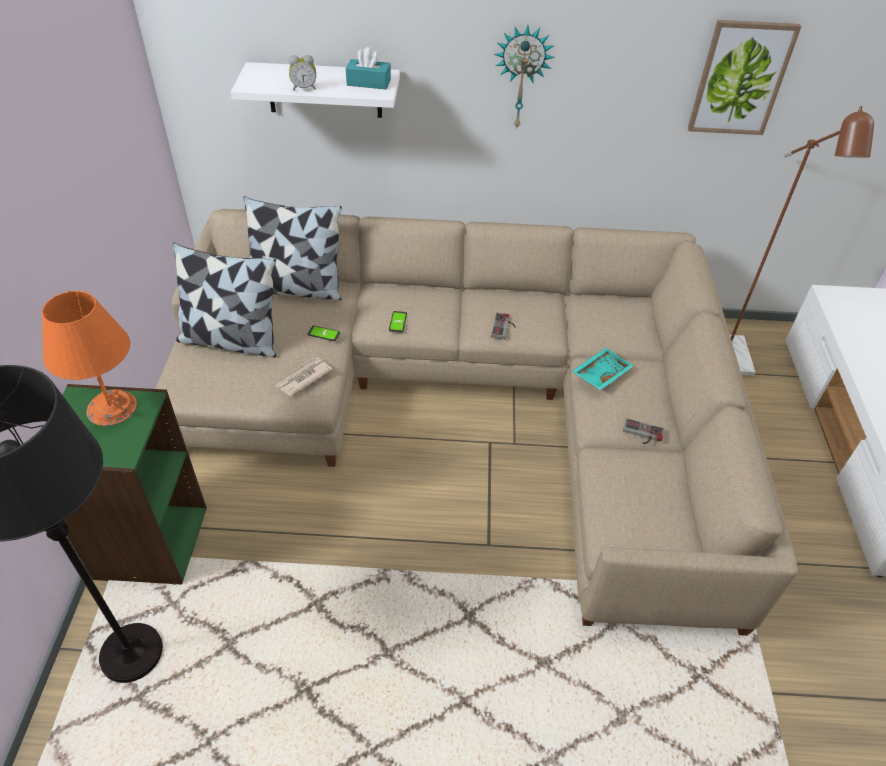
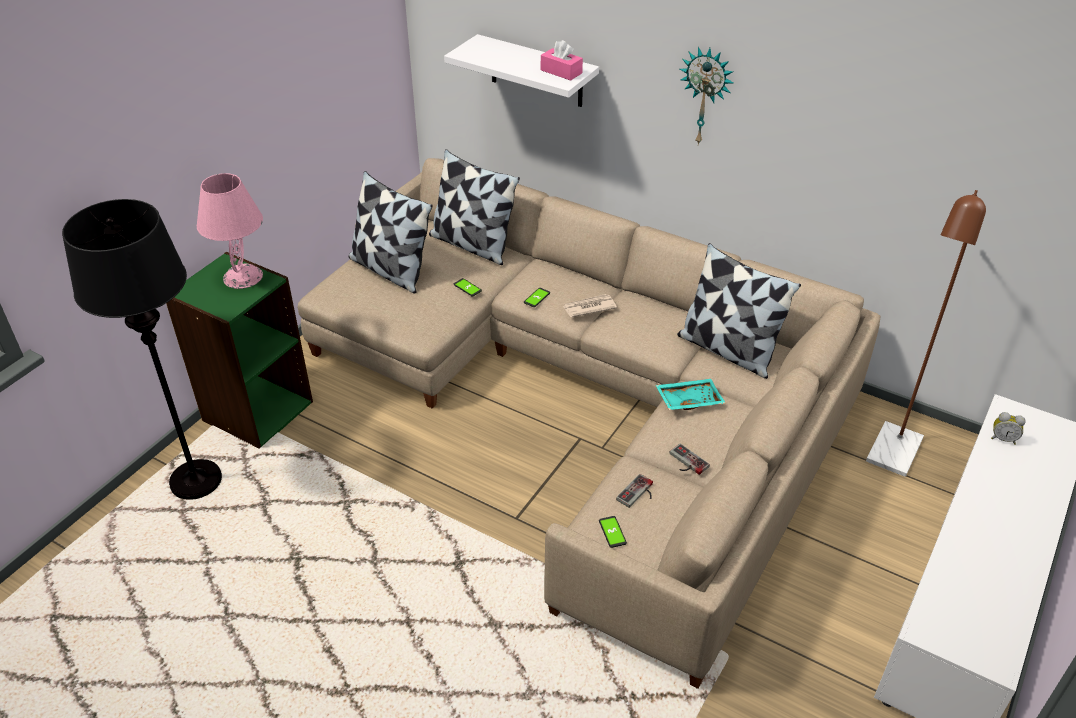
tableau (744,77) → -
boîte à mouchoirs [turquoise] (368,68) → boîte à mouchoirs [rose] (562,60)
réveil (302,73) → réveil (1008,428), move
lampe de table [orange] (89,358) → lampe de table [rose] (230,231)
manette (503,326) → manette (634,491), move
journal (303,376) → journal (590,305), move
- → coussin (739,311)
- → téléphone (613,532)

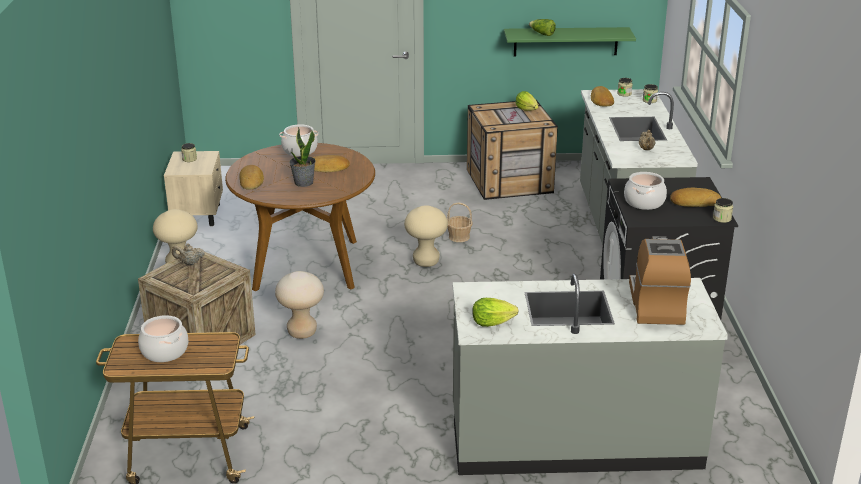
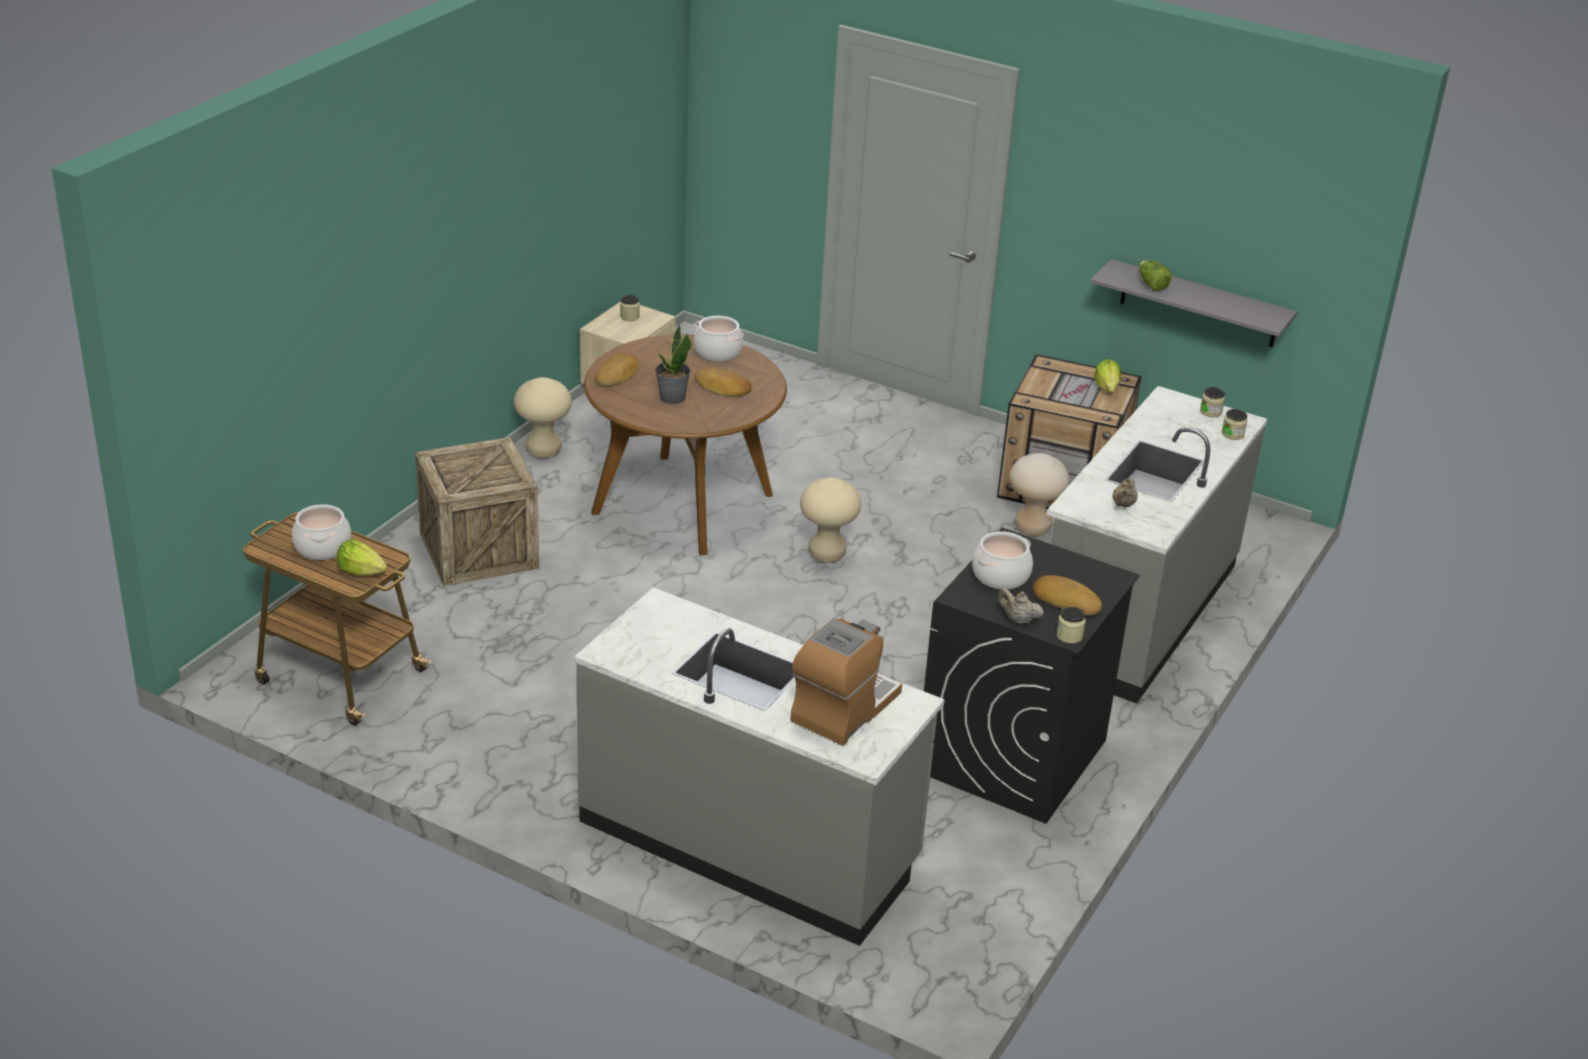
étagère [vert] (570,41) → étagère [gris] (1193,303)
pain (602,96) → -
panier (460,222) → -
théière [beige] (188,254) → théière [beige] (1020,606), move
tabouret [beige] (299,305) → tabouret [beige] (1039,494), move
laitue (495,312) → laitue (362,557), move

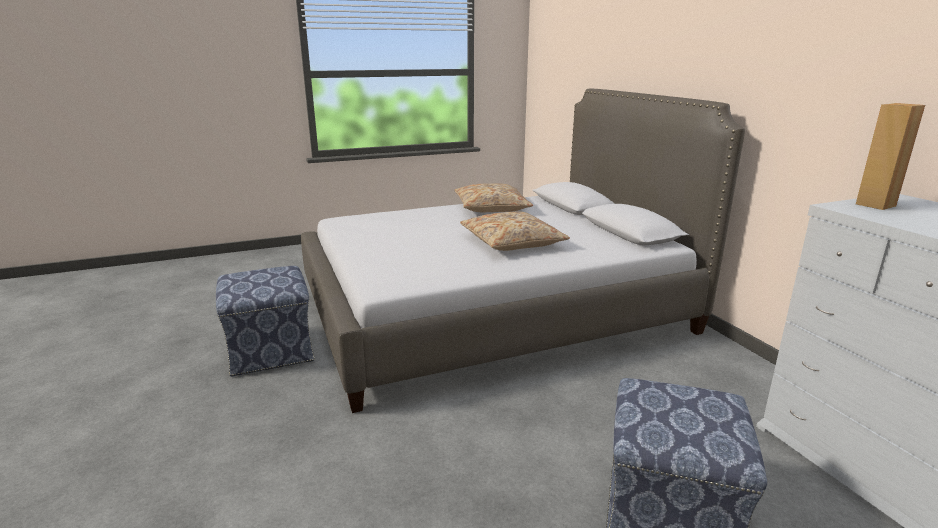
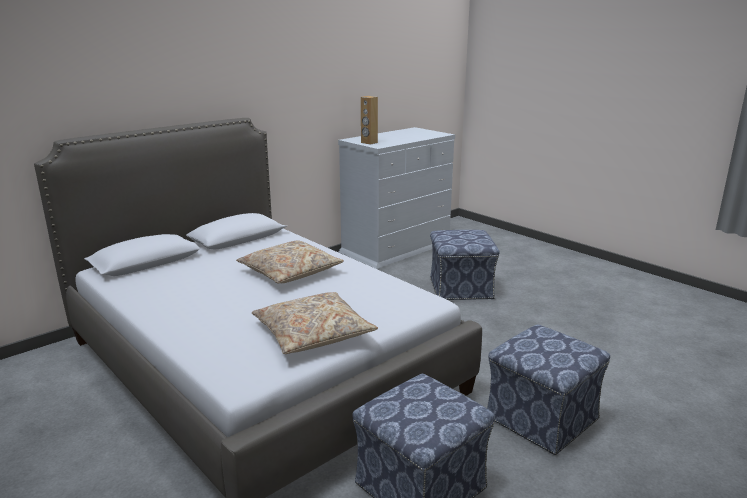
coussin [beige] (493,197) → coussin [beige] (315,323), move
- → pouf (548,389)

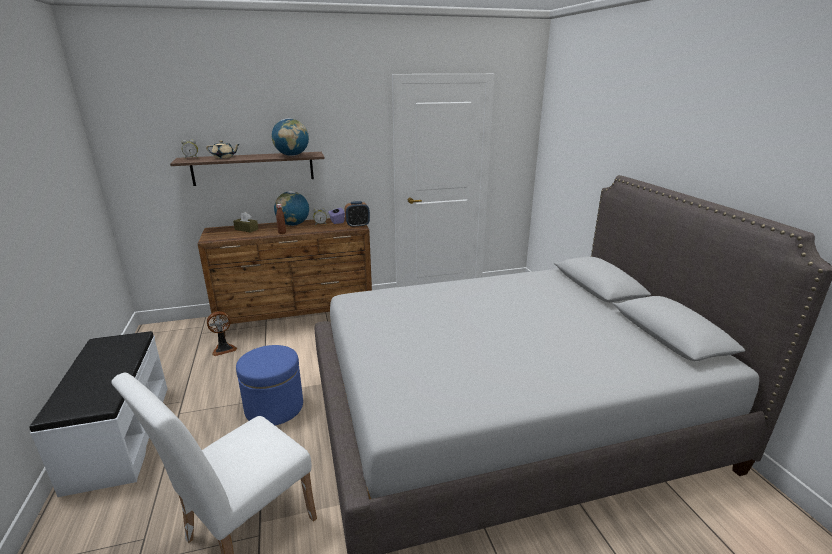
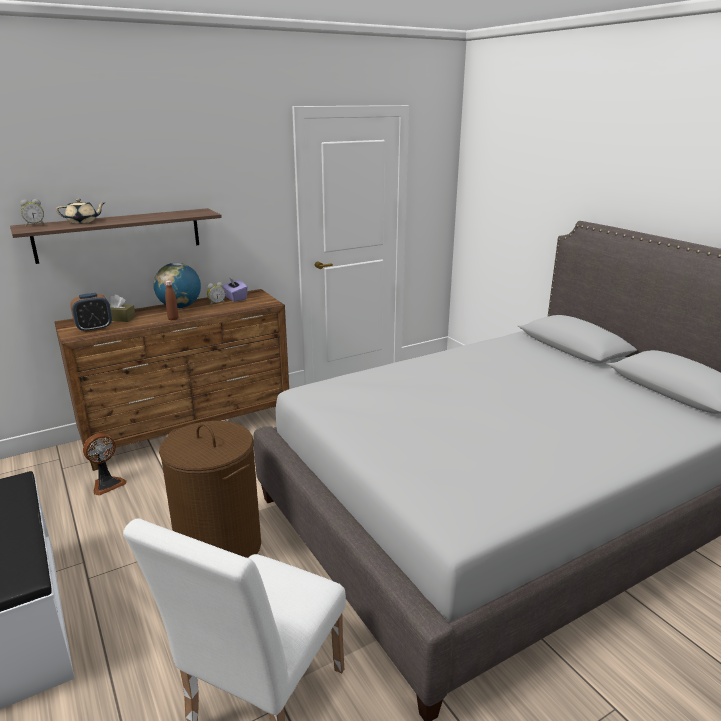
globe (290,137) → -
réveil (357,214) → réveil (91,313), move
pouf [bleu] (269,385) → panier à linge [marron] (210,489)

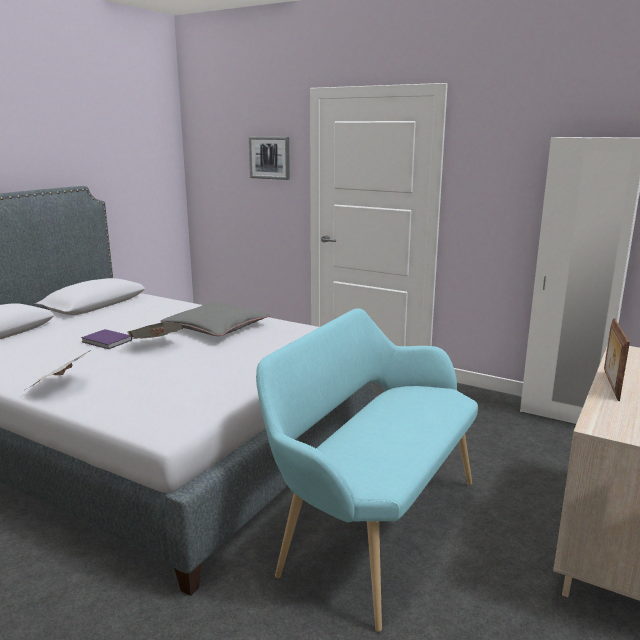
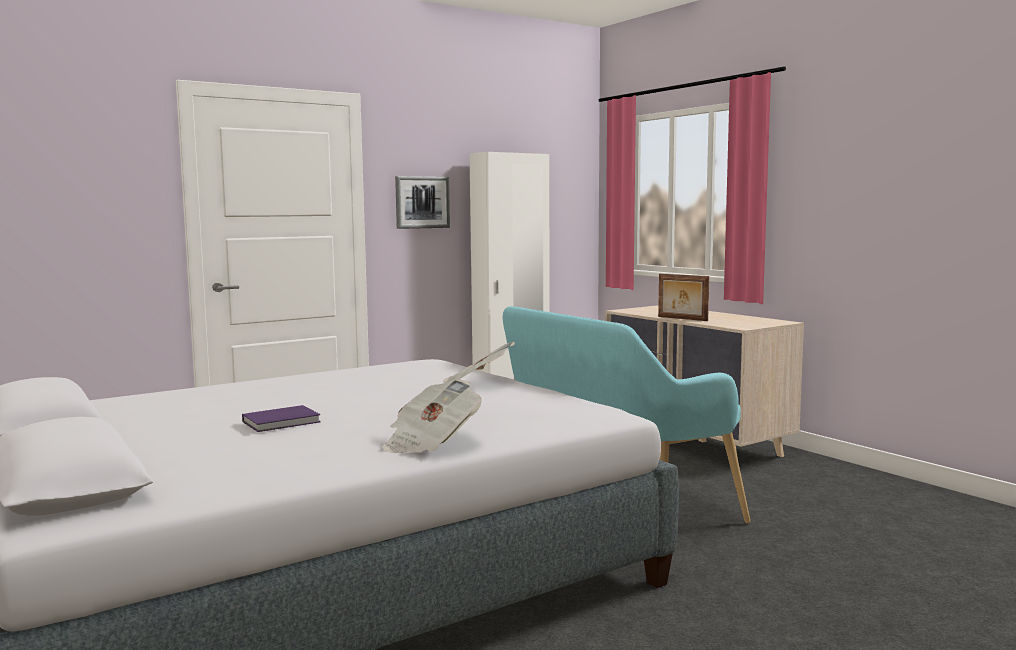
tableau (269,158) → tableau (422,202), move
coussin [gris] (215,319) → -
journal (155,330) → journal (479,362), move

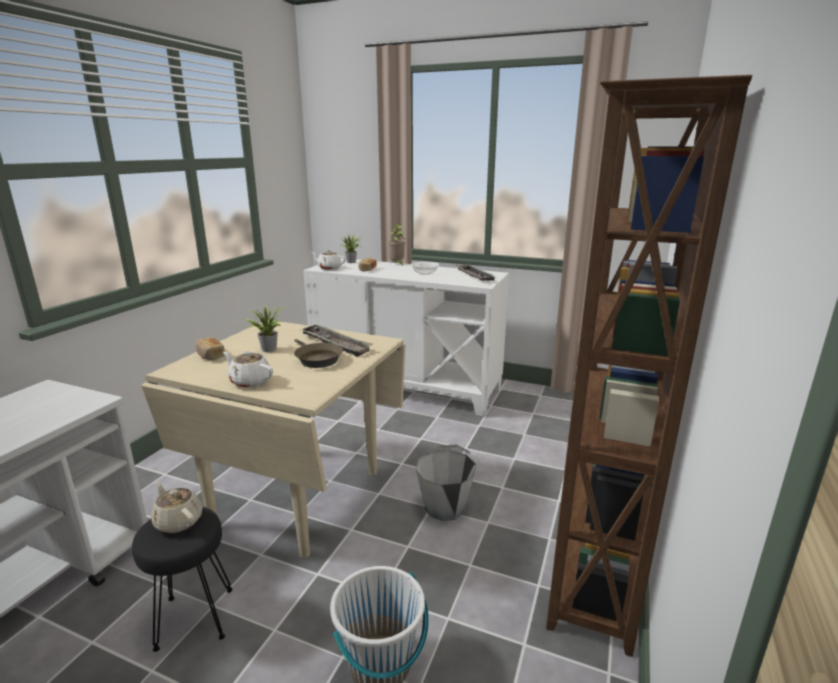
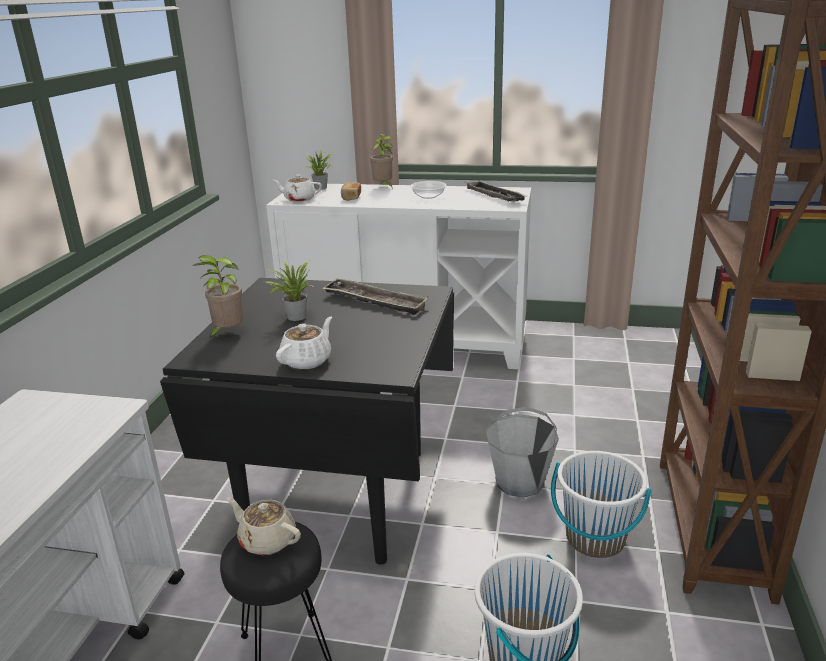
table à manger [beige] (273,439) → table à manger [noir] (307,421)
pain (210,348) → plante en pot (218,296)
poêle [marron] (318,353) → -
théière [blanc] (248,369) → théière [blanc] (304,343), 105 degrees clockwise
- → seau [blanc] (601,504)

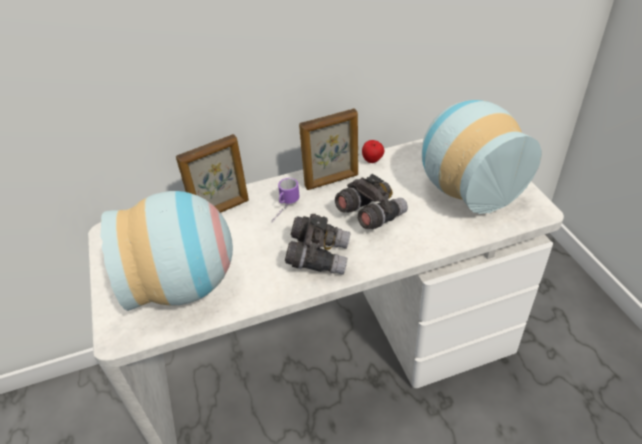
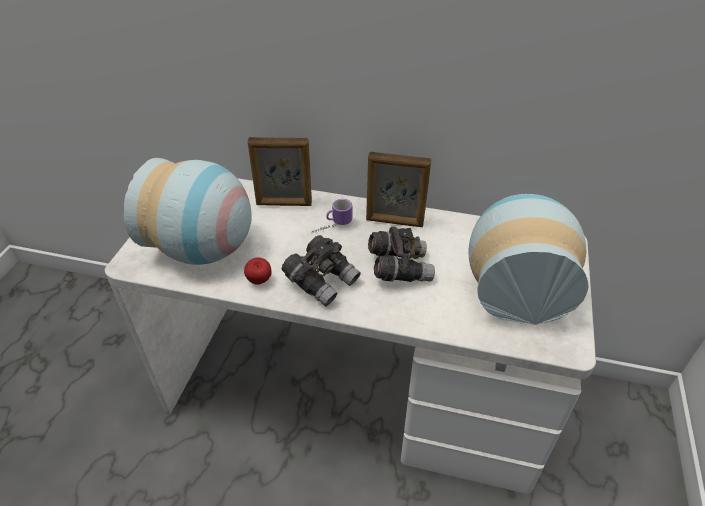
pomme (373,151) → pomme (258,271), move

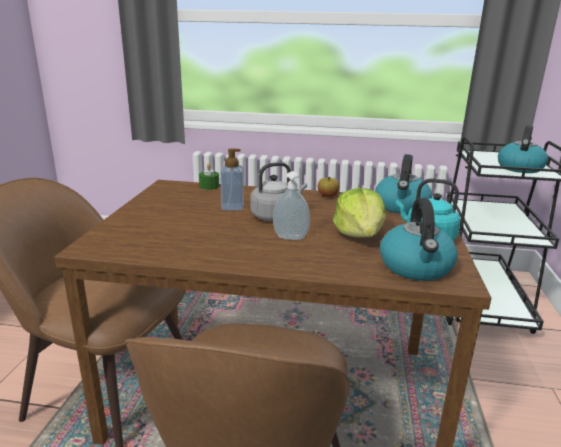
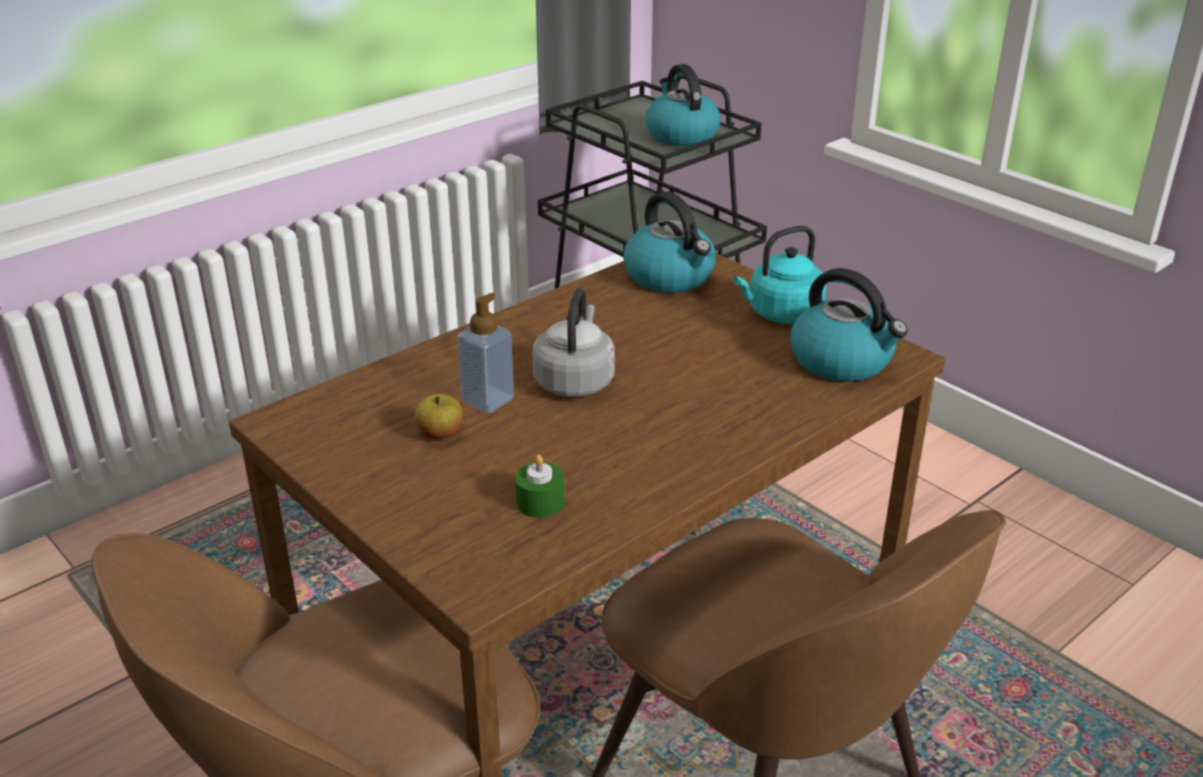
bougie [vert] (209,176) → bougie [vert] (540,486), move
distributeur de savon (291,205) → -
pomme (329,187) → pomme (438,416), move
laitue (359,213) → -

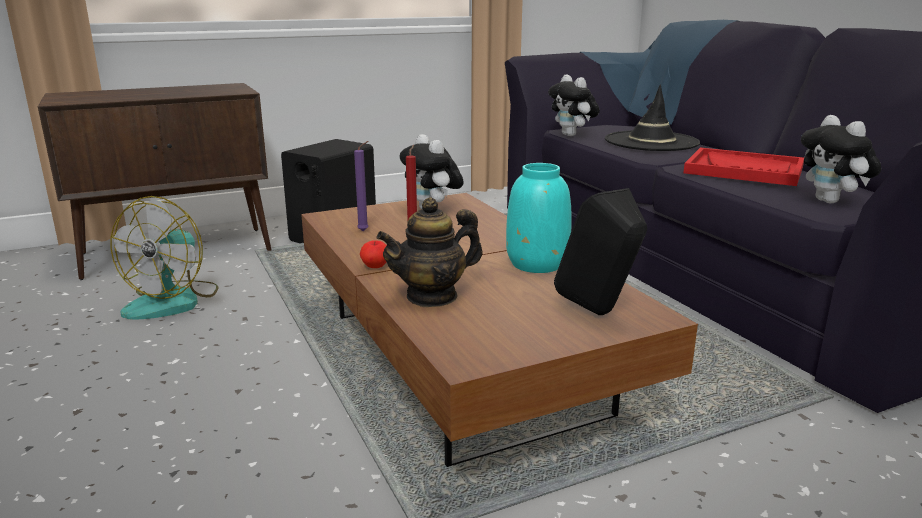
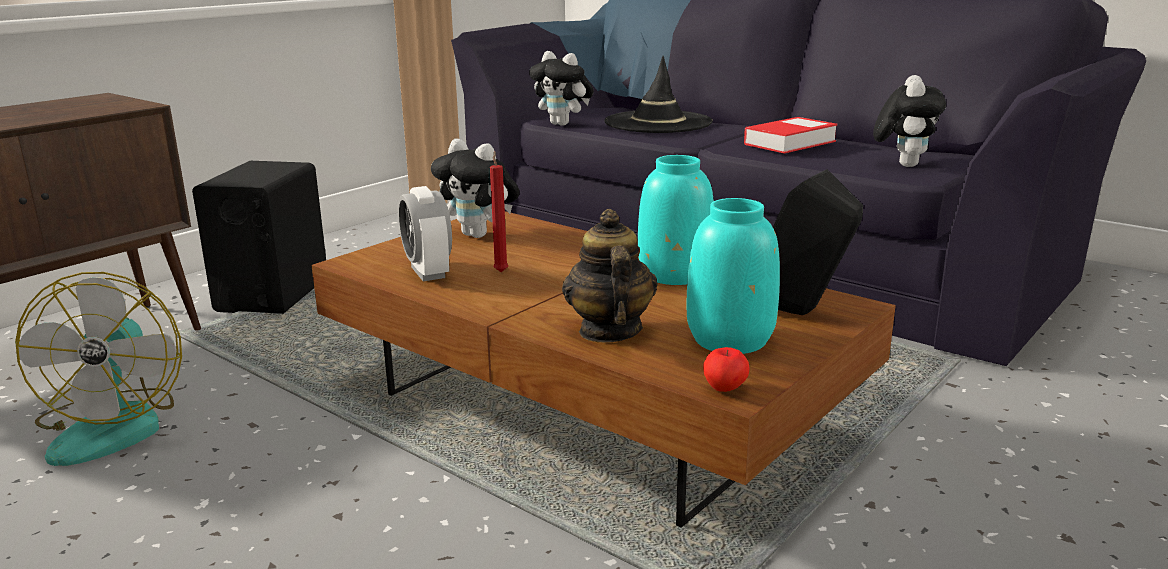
peluche (841,159) → peluche (909,121), 120 degrees counterclockwise
bougie [violet] (361,186) → réveil (425,234)
plateau [rouge] (744,167) → livre (791,135)
théière (429,252) → théière (610,276), 135 degrees clockwise
pomme (373,254) → pomme (726,369), move
- → vase [turquoise] (733,276)

